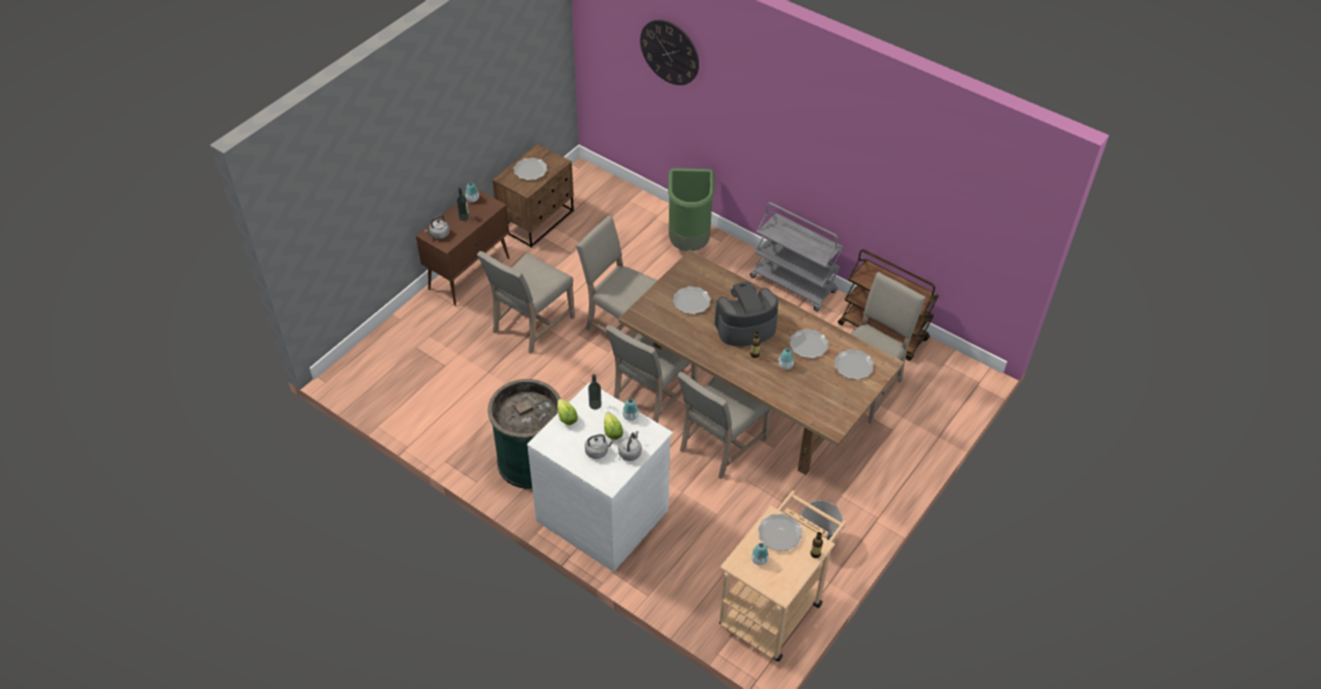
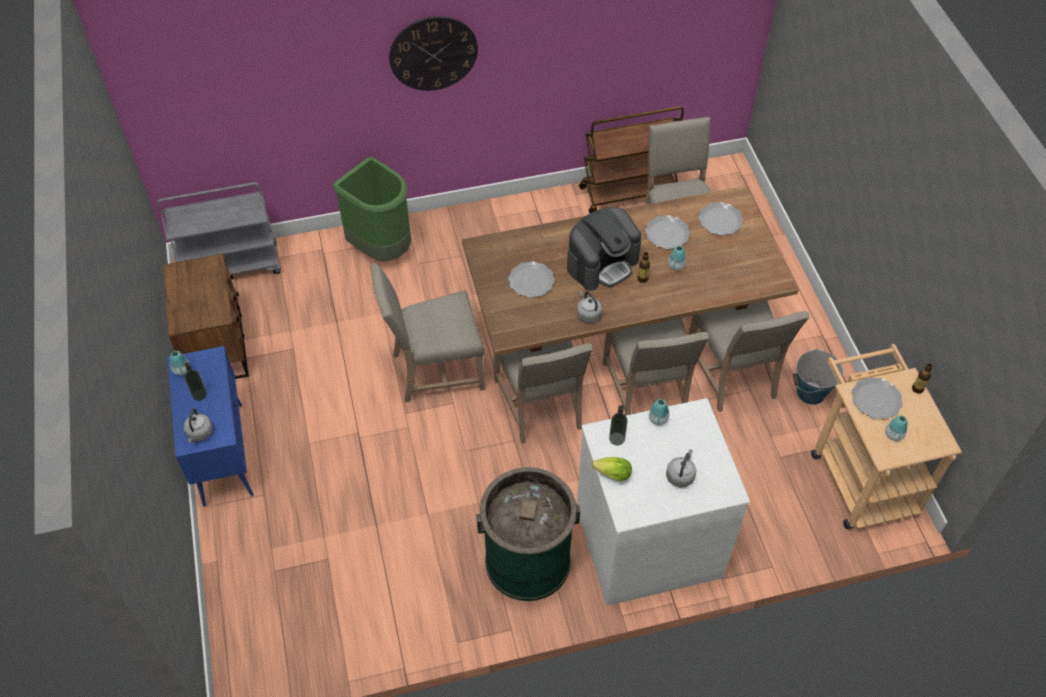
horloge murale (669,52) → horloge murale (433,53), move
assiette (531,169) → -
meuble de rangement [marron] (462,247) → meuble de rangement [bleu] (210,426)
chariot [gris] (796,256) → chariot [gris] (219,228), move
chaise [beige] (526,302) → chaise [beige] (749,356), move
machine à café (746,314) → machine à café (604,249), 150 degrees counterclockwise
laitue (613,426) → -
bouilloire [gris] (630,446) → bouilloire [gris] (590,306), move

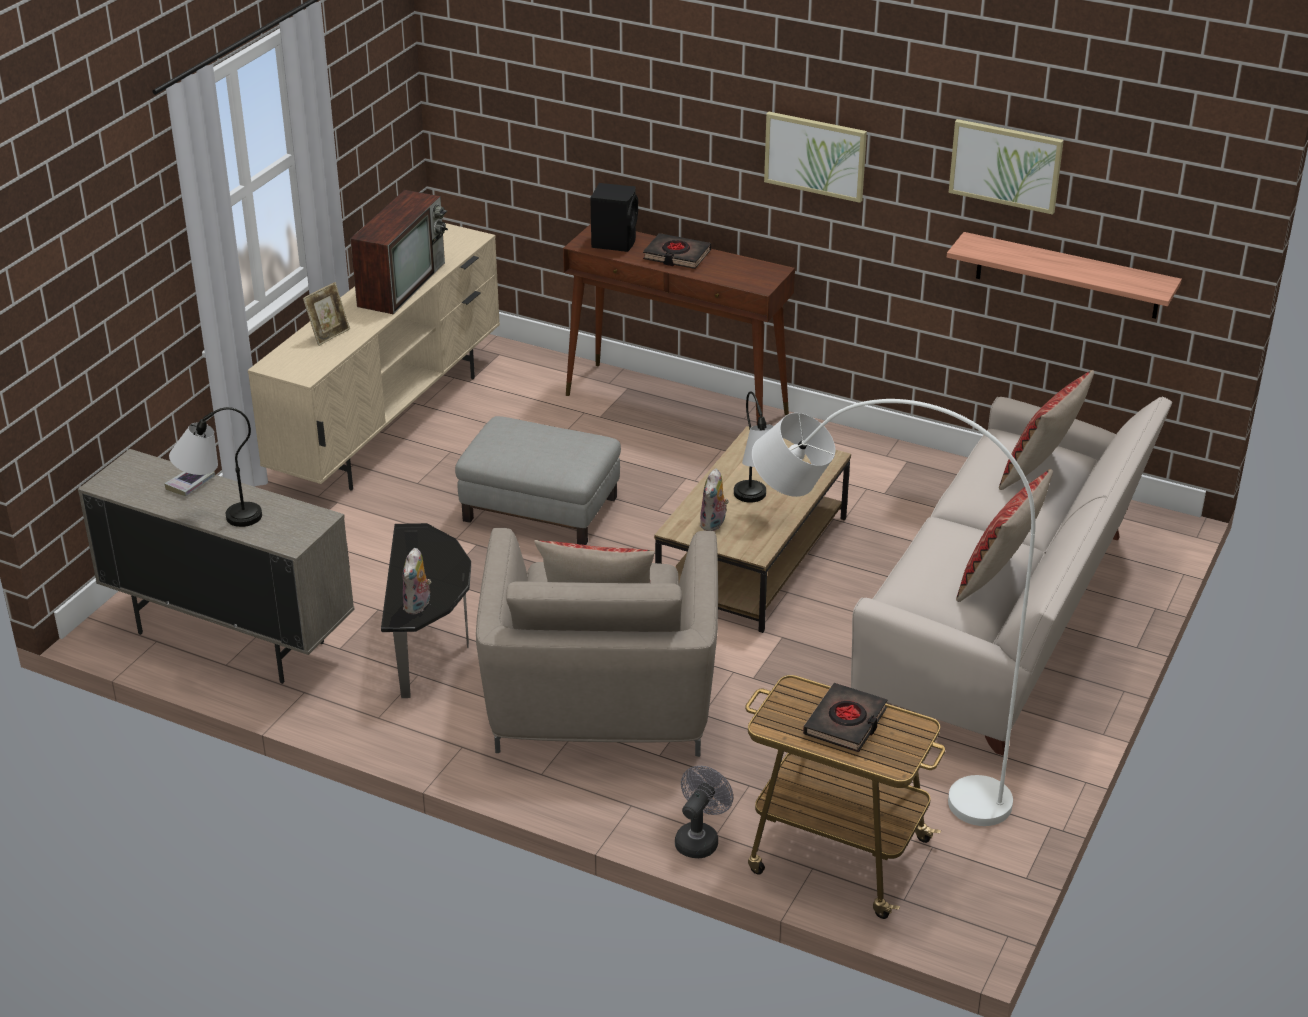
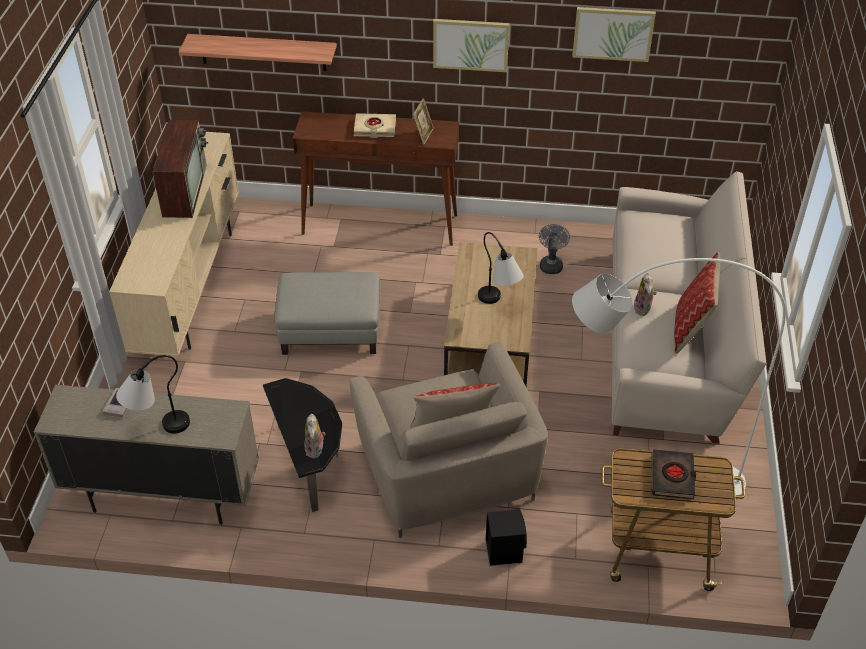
enceinte [noir] (614,217) → enceinte [noir] (506,537), move
étagère (1064,275) → étagère (258,52), move
livre [noir] (677,251) → livre [beige] (375,125)
cadre photo (326,314) → cadre photo (423,121), move
coussin (1046,430) → -
peluche (714,499) → peluche (645,294), move
ventilateur [gris] (704,812) → ventilateur [gris] (554,249), move

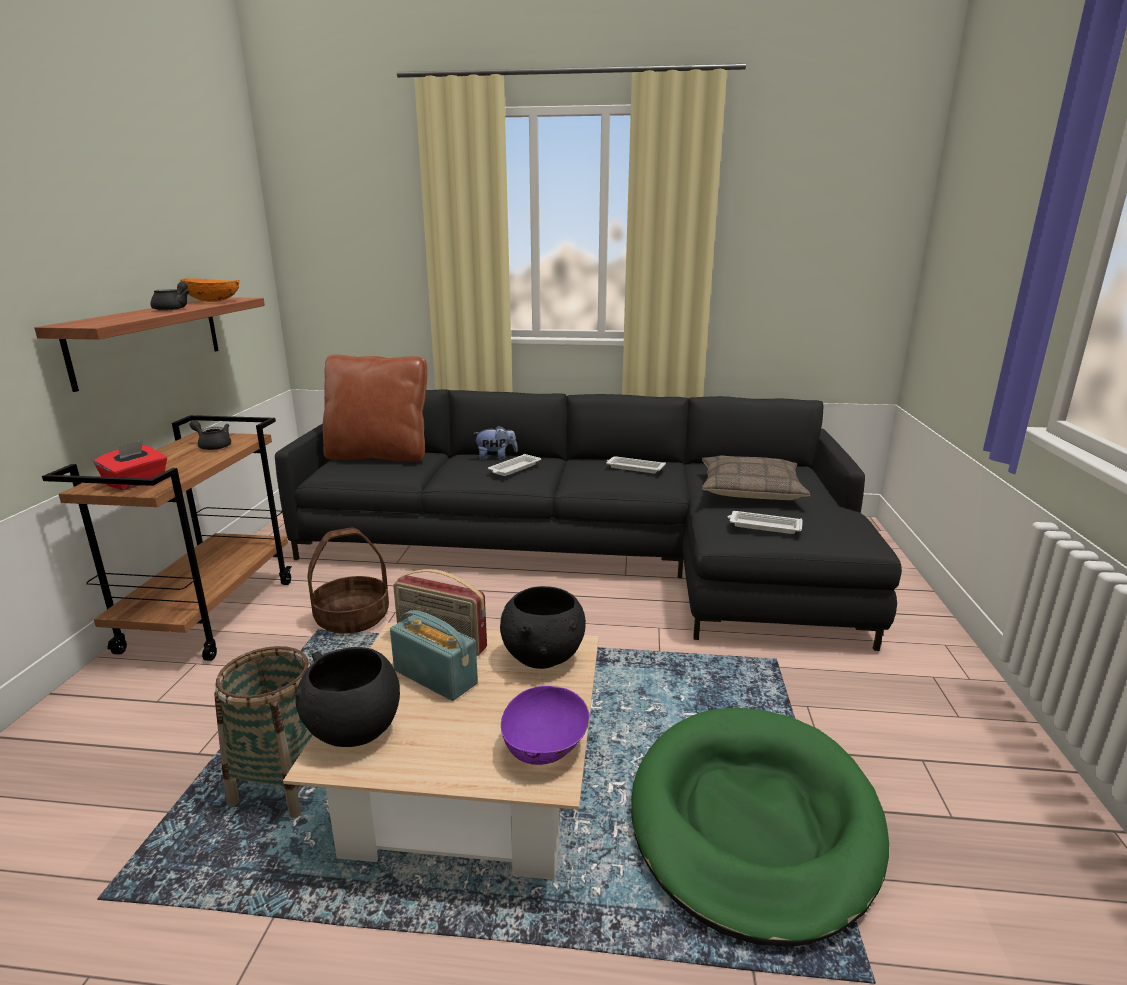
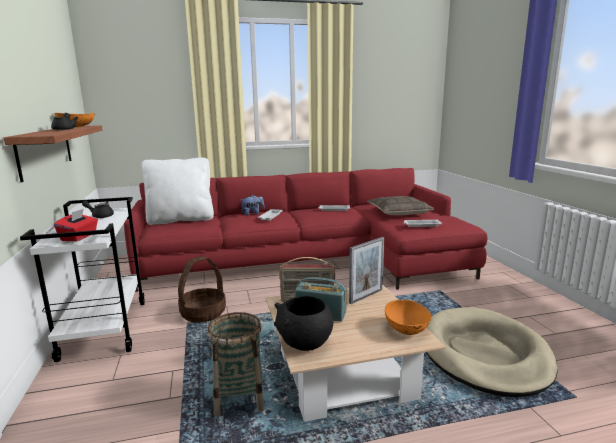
coussin [marron] (375,408) → coussin [blanc] (177,191)
canapé [noir] (588,520) → canapé [rouge] (306,230)
chariot [marron] (167,538) → chariot [blanc] (82,279)
bol [noir] (543,627) → cadre photo (366,270)
bol [violet] (545,725) → bol [orange] (408,317)
panier pour chien [vert] (760,827) → panier pour chien [beige] (492,352)

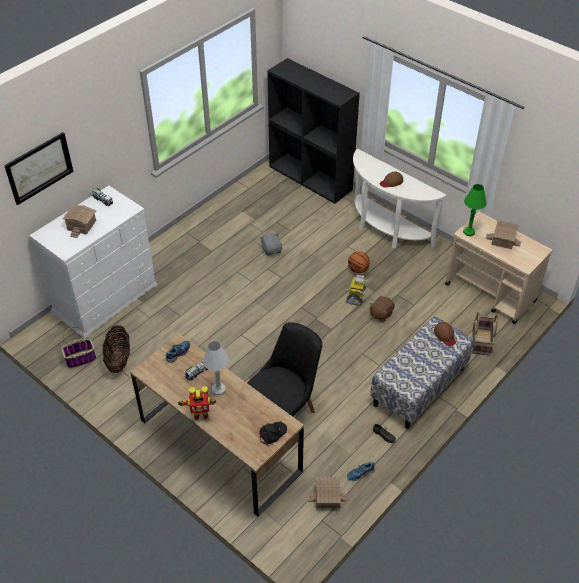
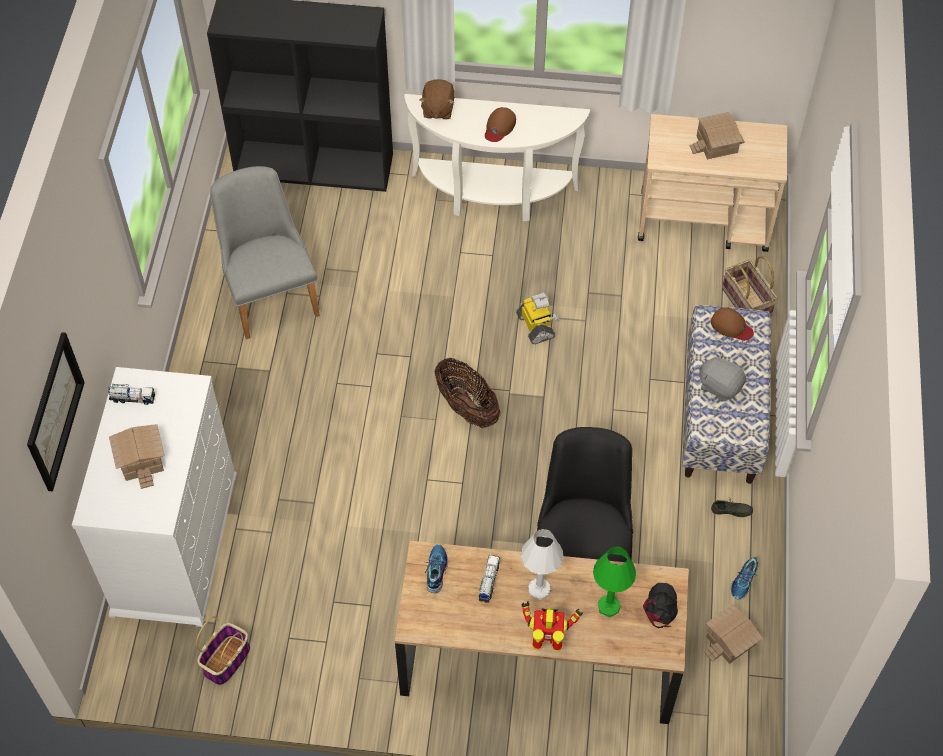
lampe de table [vert] (474,210) → lampe de table [vert] (614,582), move
peluche [gris] (271,244) → peluche [gris] (722,377), move
ballon de basket (359,262) → -
peluche [marron] (382,309) → peluche [marron] (437,99), move
panier (116,349) → panier (468,393), move
robot jouet (197,403) → robot jouet (552,626), 135 degrees counterclockwise
- → chaise [gris] (265,252)

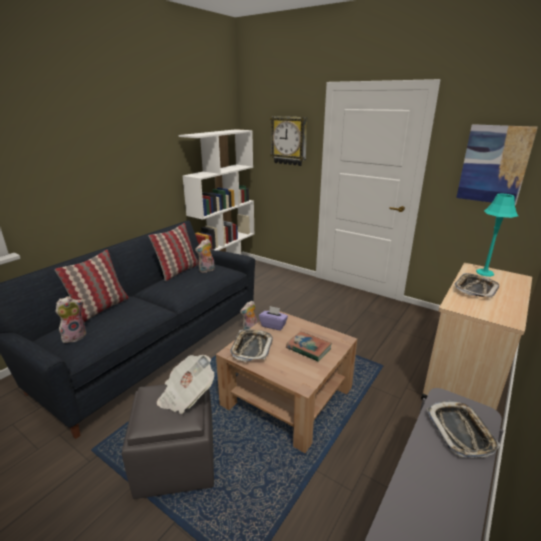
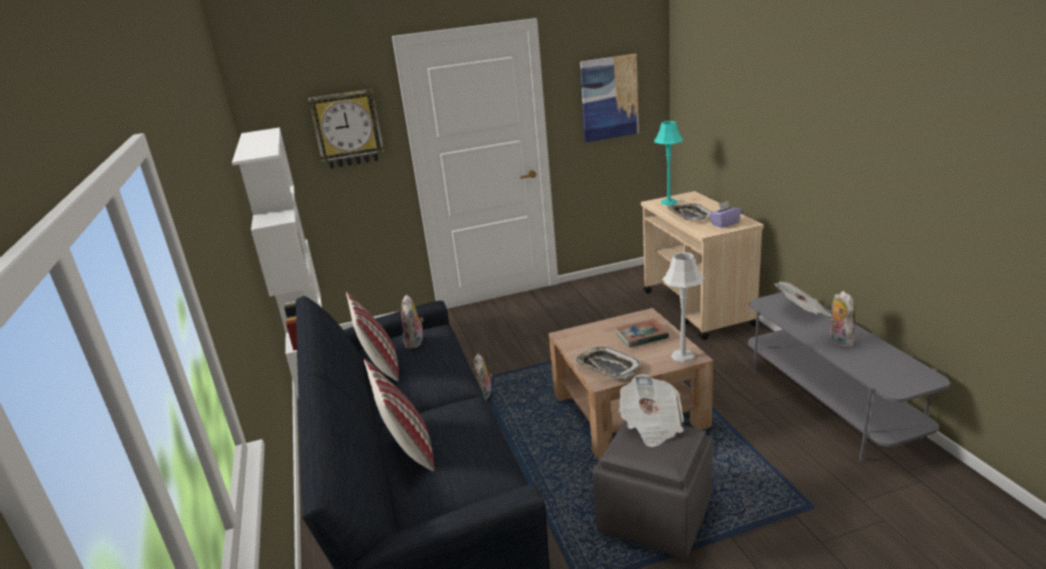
peluche (70,319) → peluche (842,319), move
boîte à mouchoirs [violet] (273,318) → boîte à mouchoirs [violet] (725,214), move
plateau (464,429) → journal (803,299)
- → lampe de table [gris] (683,307)

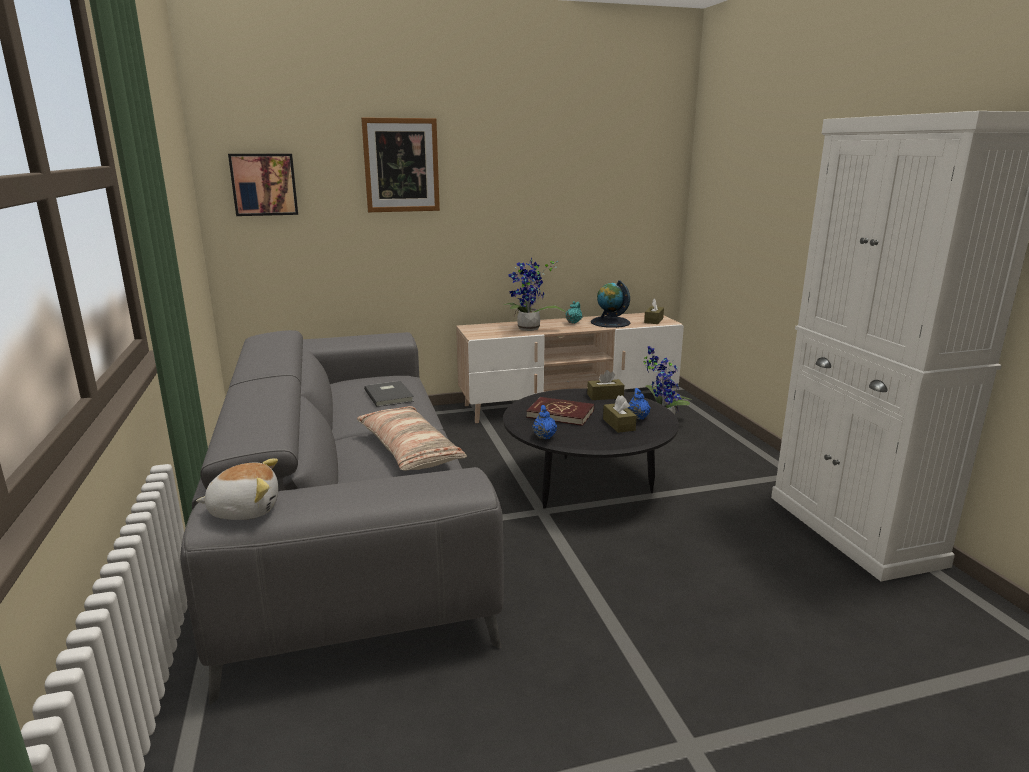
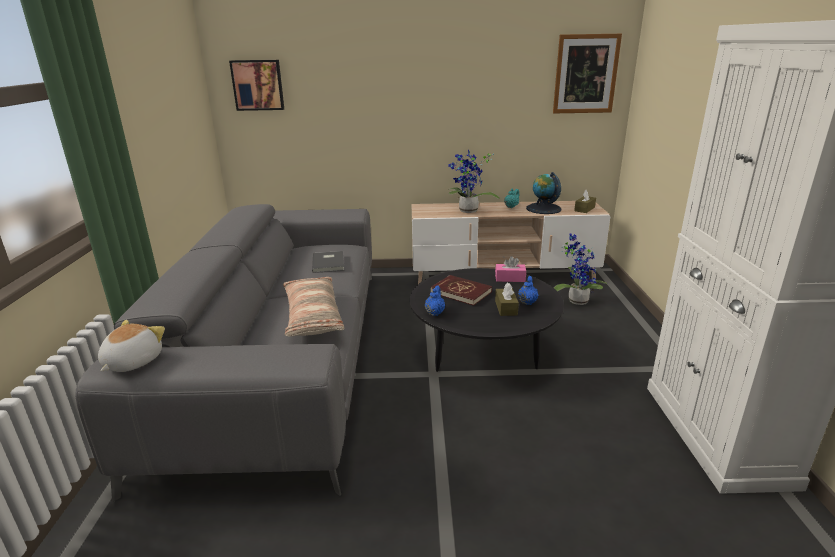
tableau (400,165) → tableau (587,73), move
boîte à mouchoirs [marron] (605,385) → boîte à mouchoirs [rose] (510,269)
peluche (237,489) → peluche (131,346), 75 degrees counterclockwise

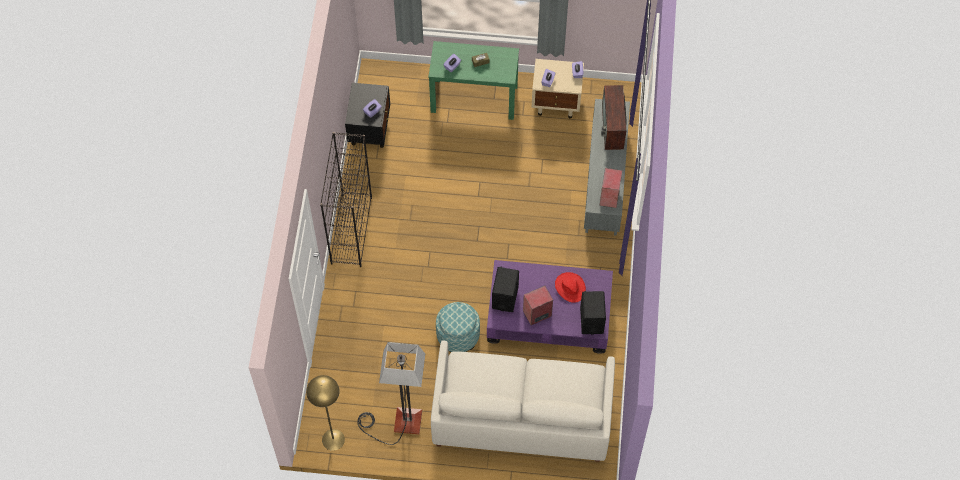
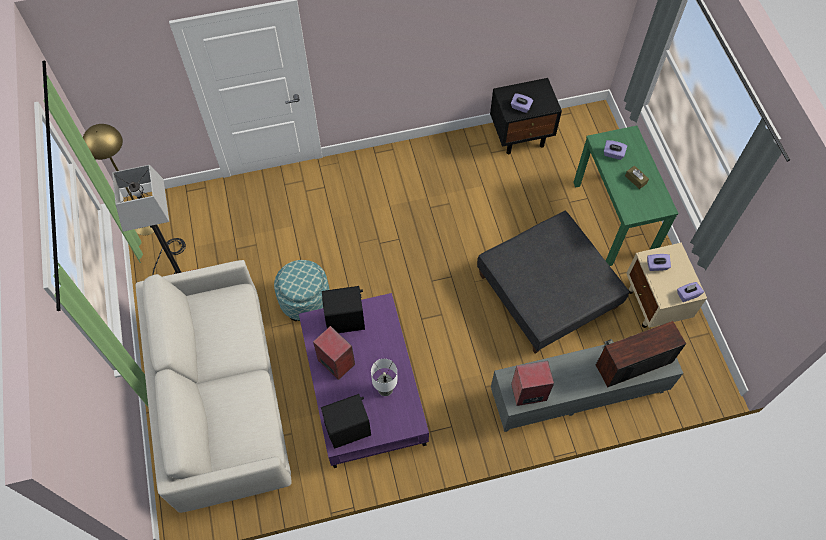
bibliothèque [noir] (346,199) → -
chapeau [rouge] (570,287) → lampe de table (384,377)
- → pouf [gris] (553,282)

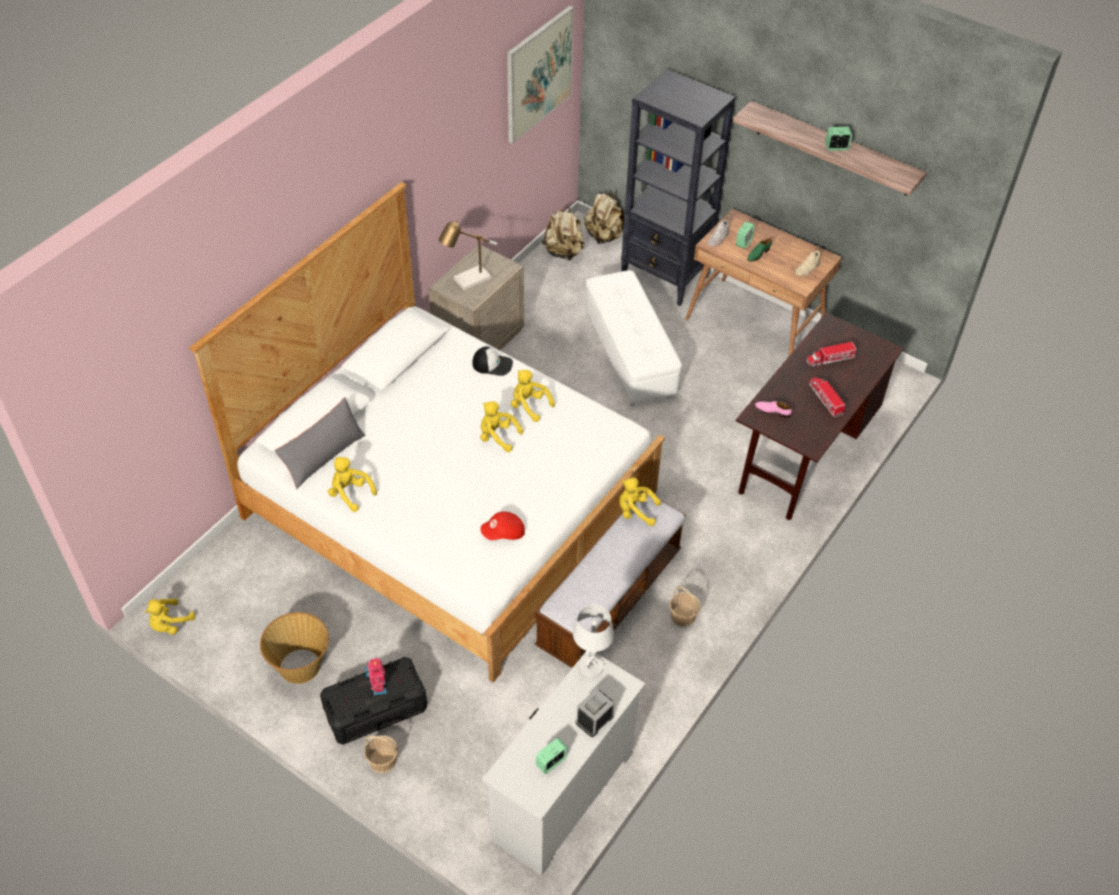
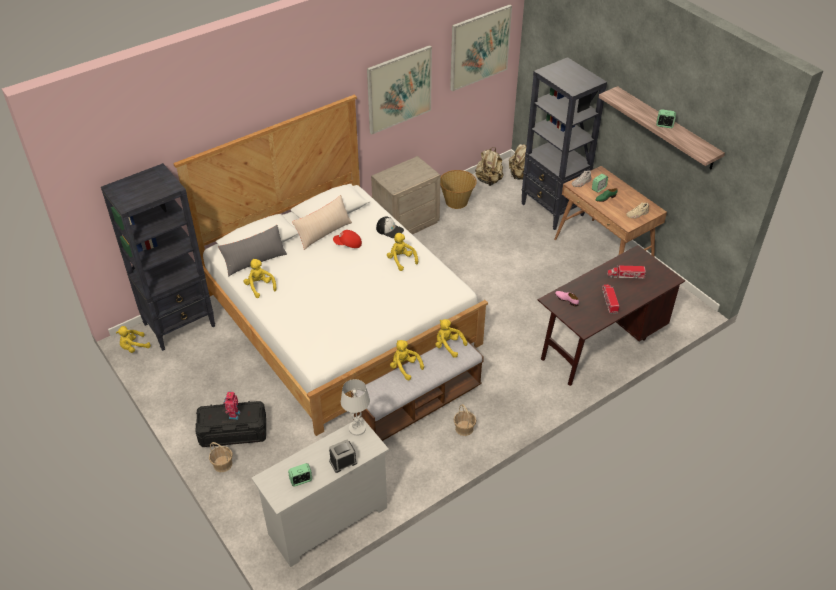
lampe de table (468,255) → -
pouf [blanc] (633,338) → -
peluche [jaune] (501,426) → peluche [jaune] (407,360), move
casquette [rouge] (502,526) → casquette [rouge] (347,239), move
panier (294,648) → panier (458,189), move
- → tableau (399,89)
- → bibliothèque [noir] (158,257)
- → coussin [beige] (322,222)

